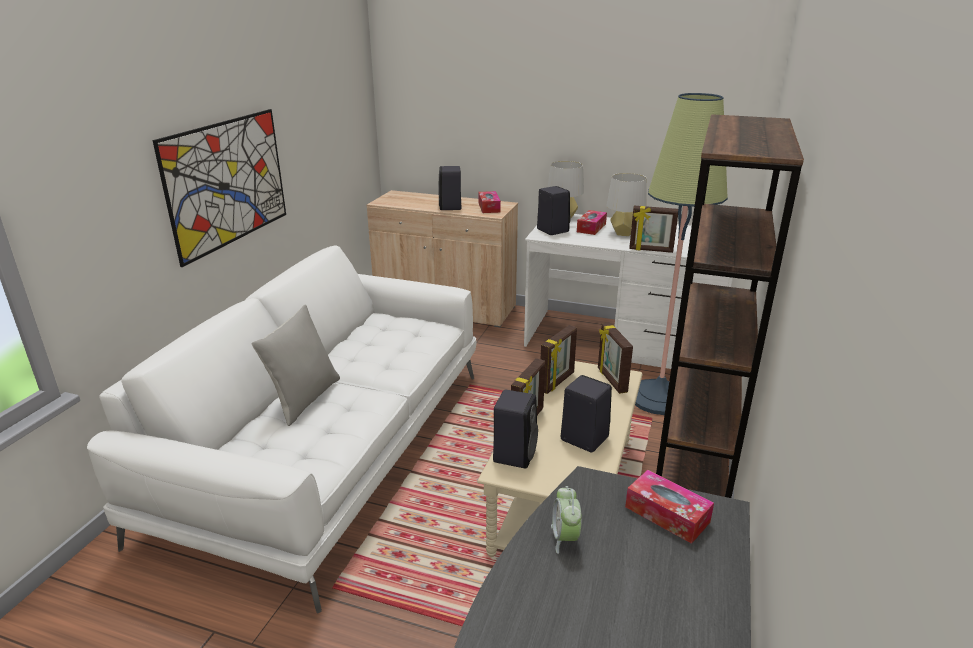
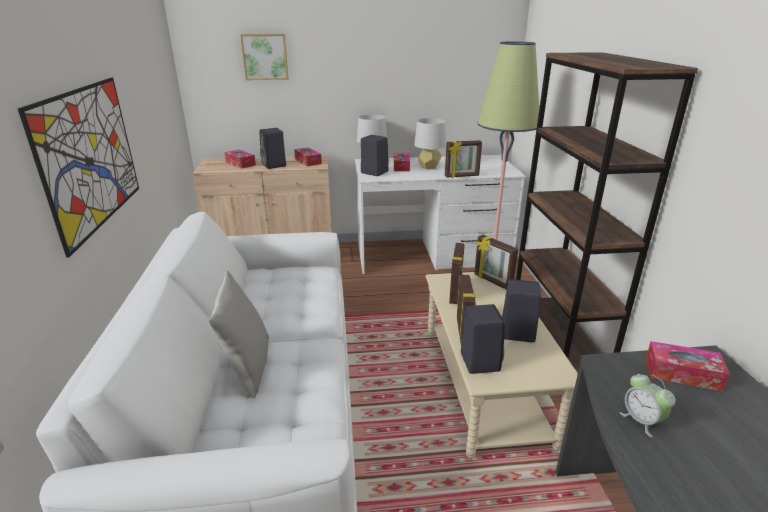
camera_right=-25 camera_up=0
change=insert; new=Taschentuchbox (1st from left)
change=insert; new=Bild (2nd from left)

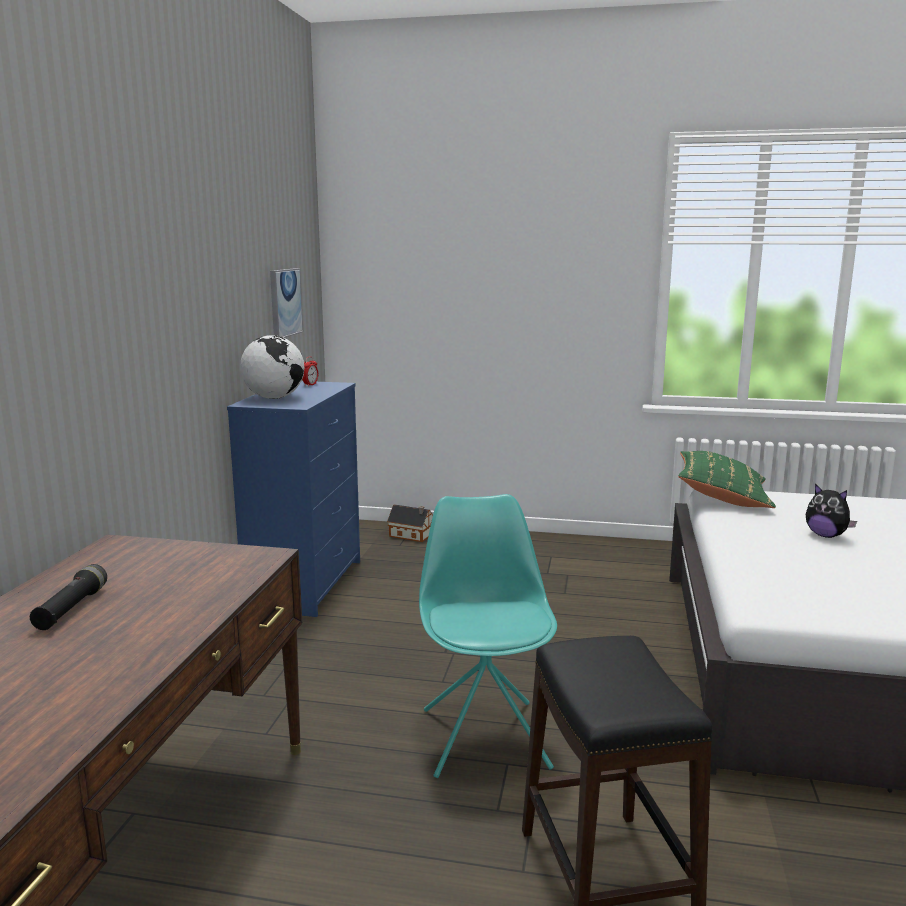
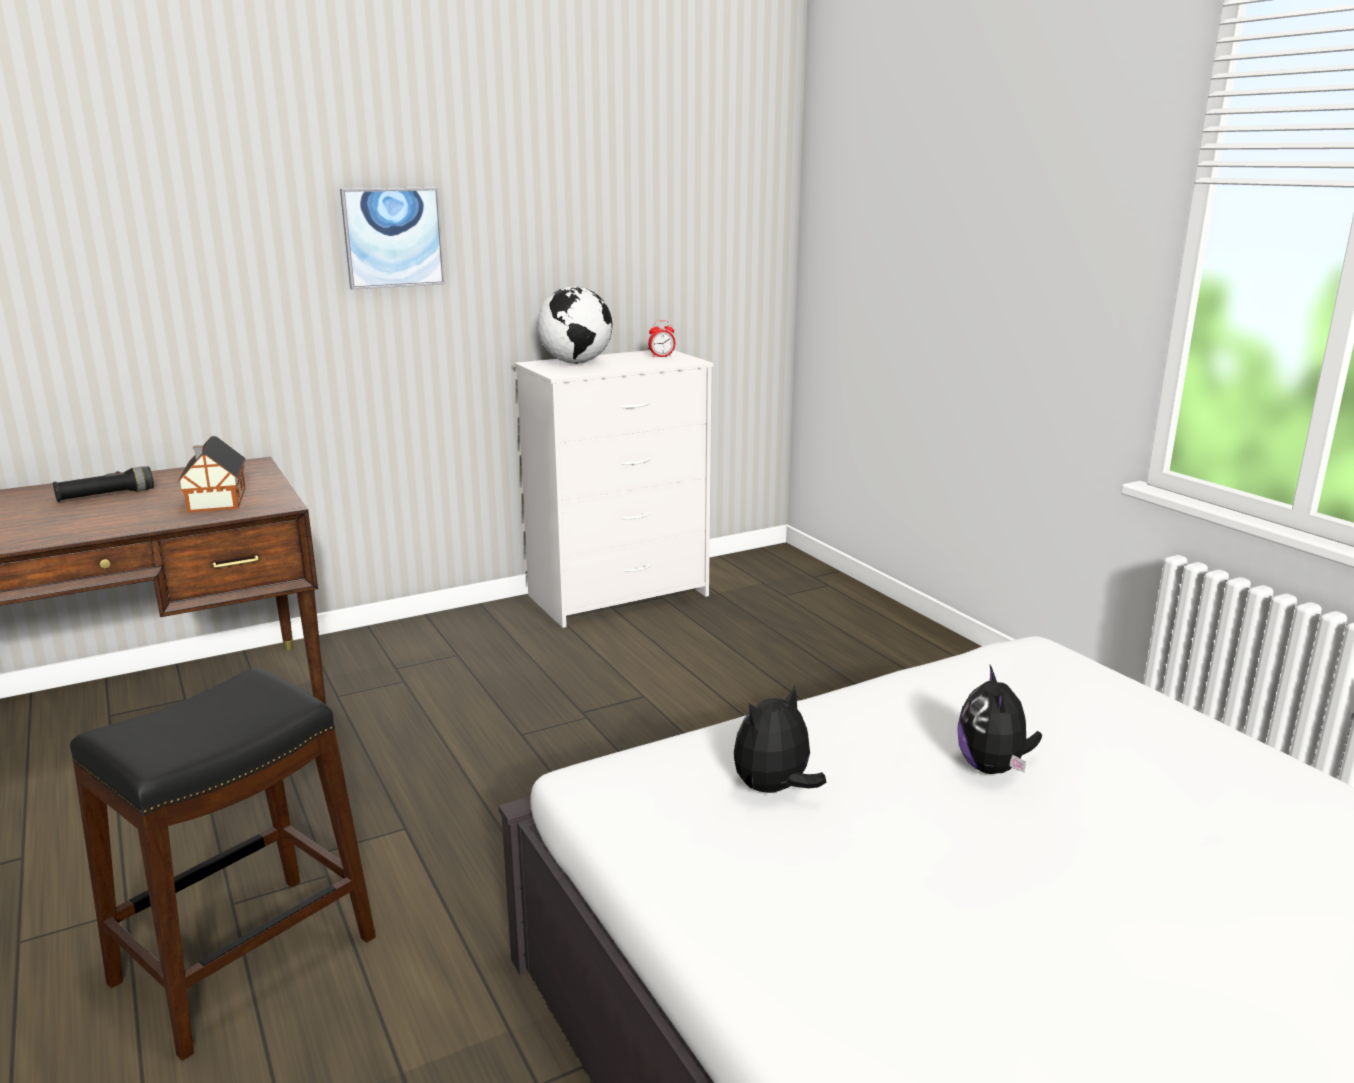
camera_right=50 camera_up=5
change=delete; old=Stuhl [türkis]
change=delete; old=Kissen [grün]
change=insert; new=Plüschtier (1st from left)
change=move; old=Bild
change=move; old=Spielzeughaus
change=recolor; old=Kommode [blau]; new=Kommode [weiß]

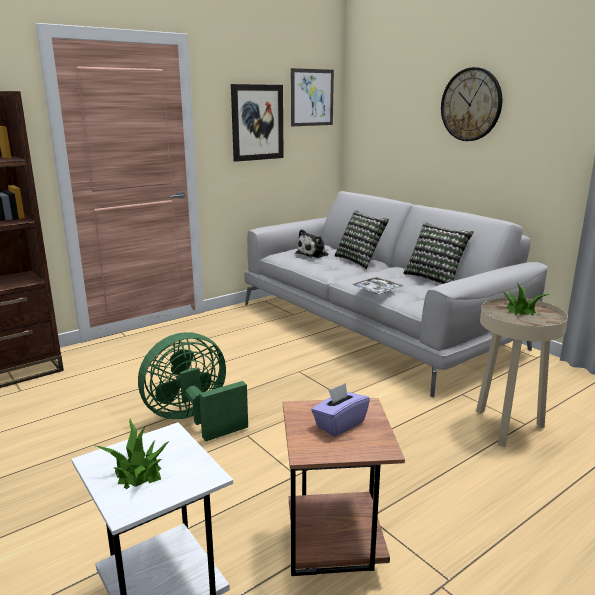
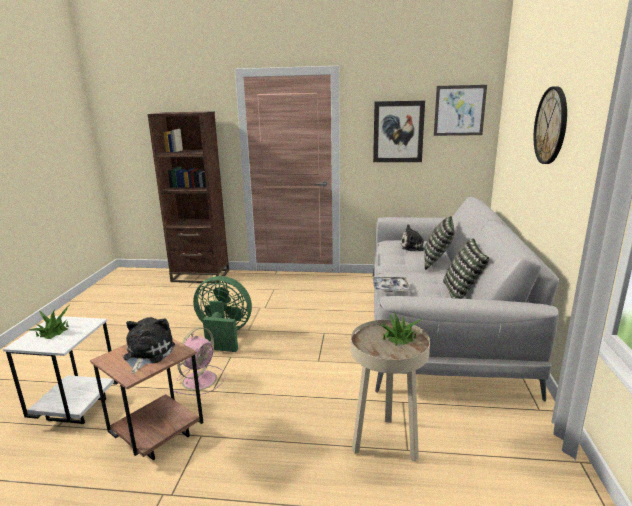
camera_right=45 camera_up=0
change=insert; new=Ventilator [rosa]
change=replace; old=Taschentuchbox [lila]; new=Plüschtier (1st from left)

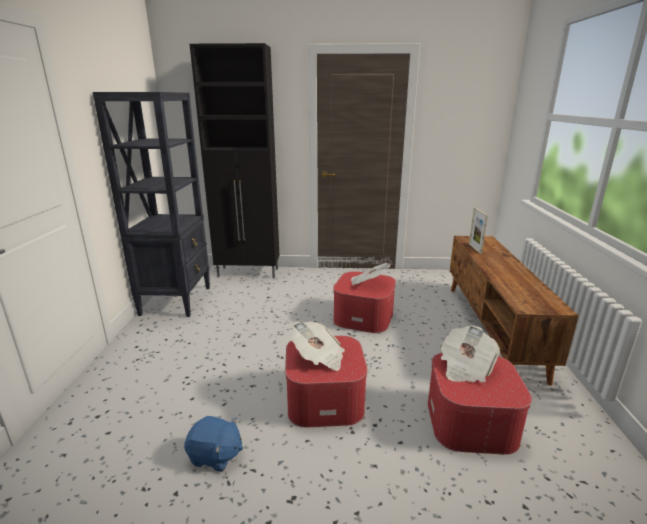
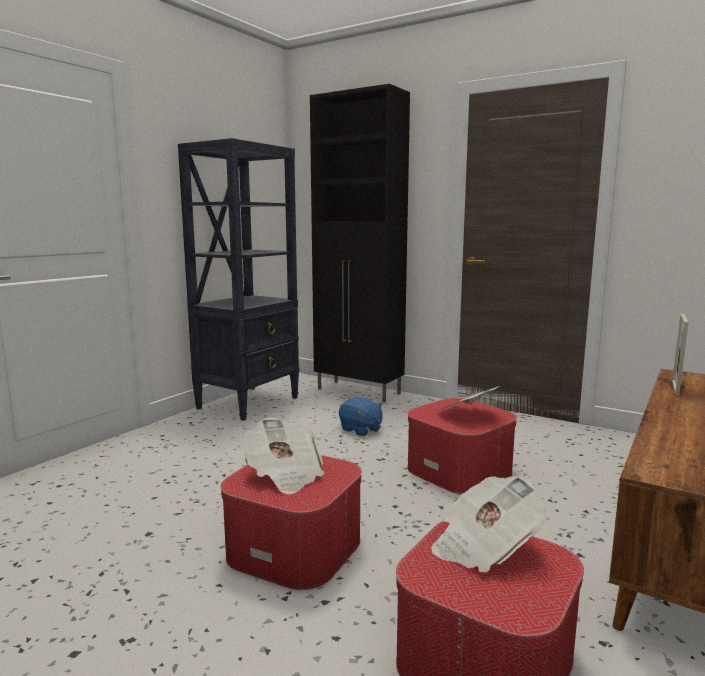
camera_right=30 camera_up=-10
change=move; old=Plüschtier [blau]

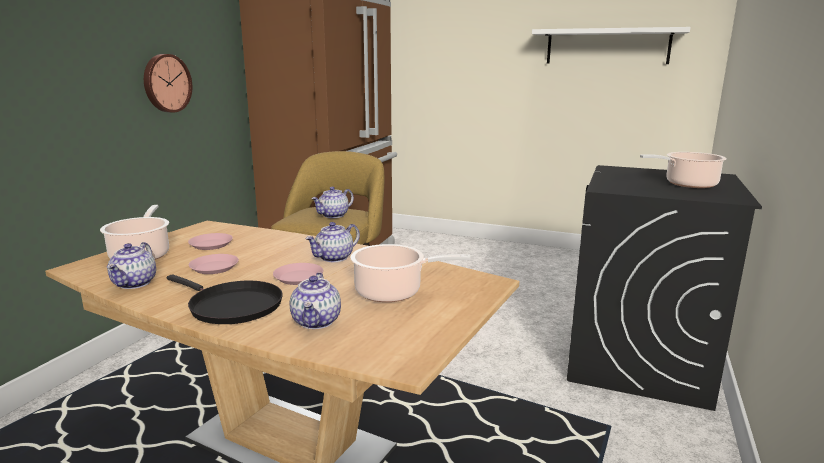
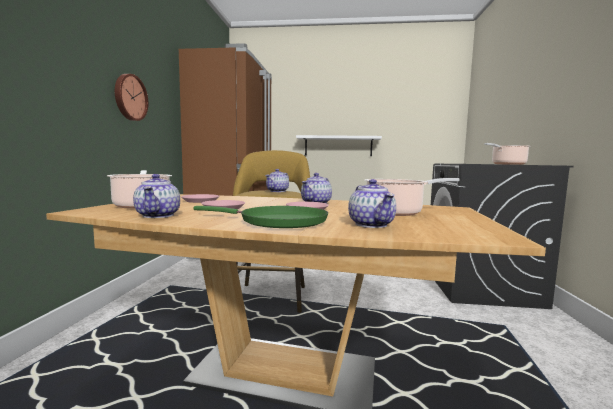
camera_right=-15 camera_up=-10
change=move; old=Wandregal [weiß]
change=recolor; old=Pfanne [schwarz]; new=Pfanne [grün]

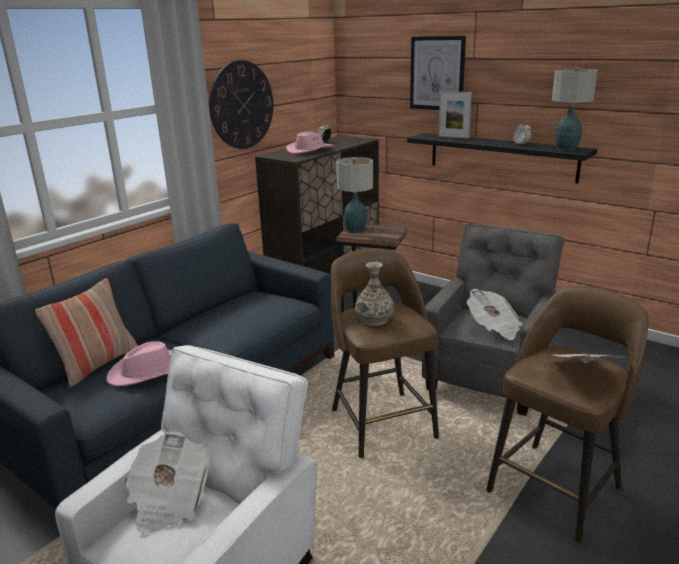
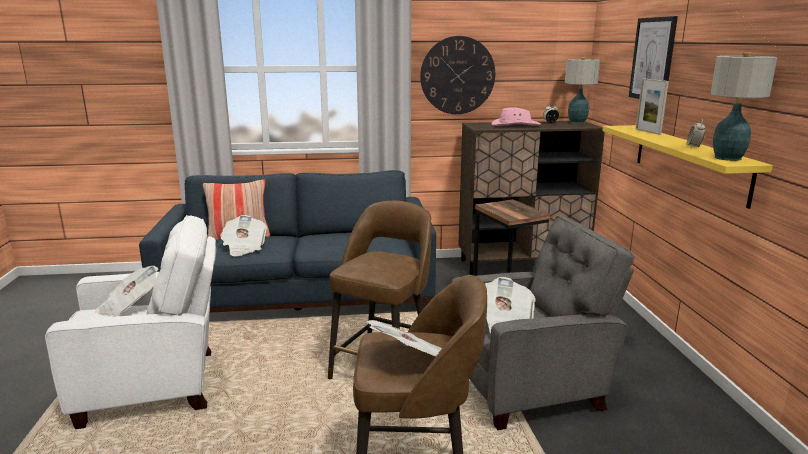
camera_right=45 camera_up=-5
change=delete; old=Vase
change=move; old=Tischlampe (1st from left)
change=replace; old=Hut [rosa] (1st from left); new=Zeitung (2nd from left)
change=recolor; old=Wandregal [schwarz]; new=Wandregal [gelb]

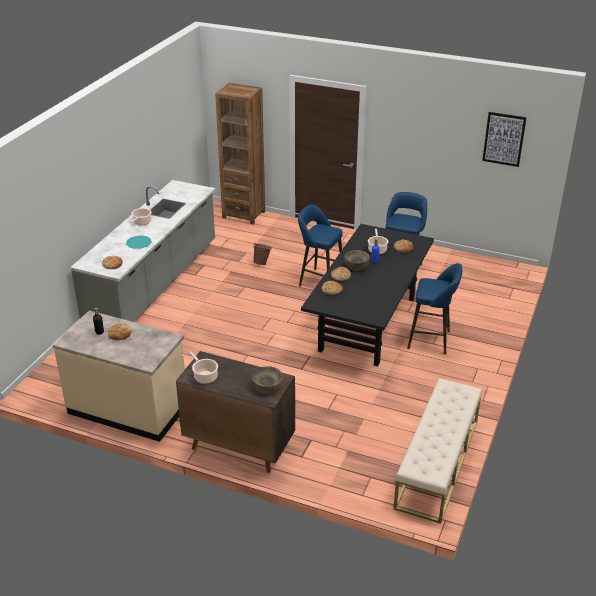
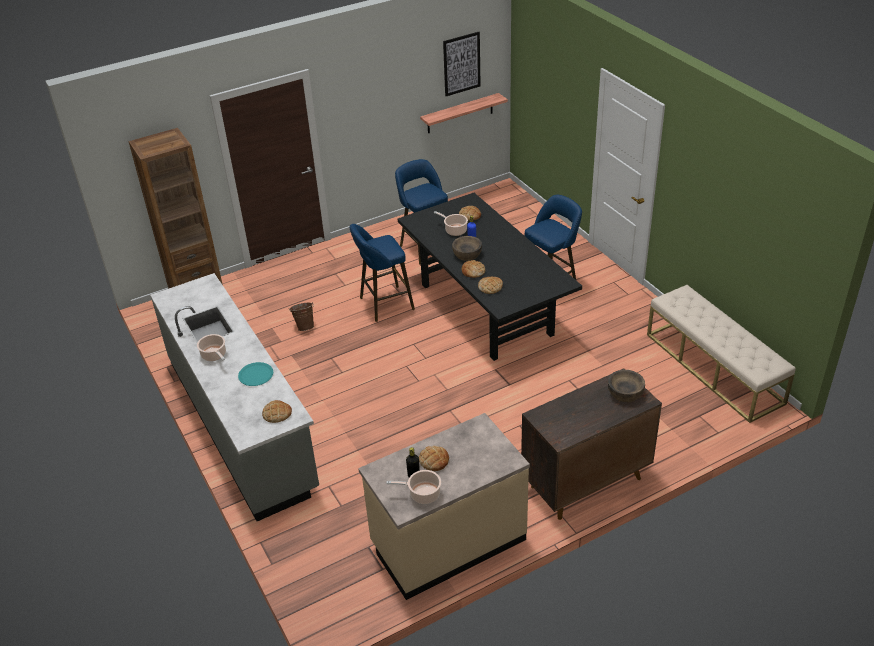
camera_right=-50 camera_up=5
change=insert; new=Wandregal
change=move; old=Kochtopf (2nd from left)

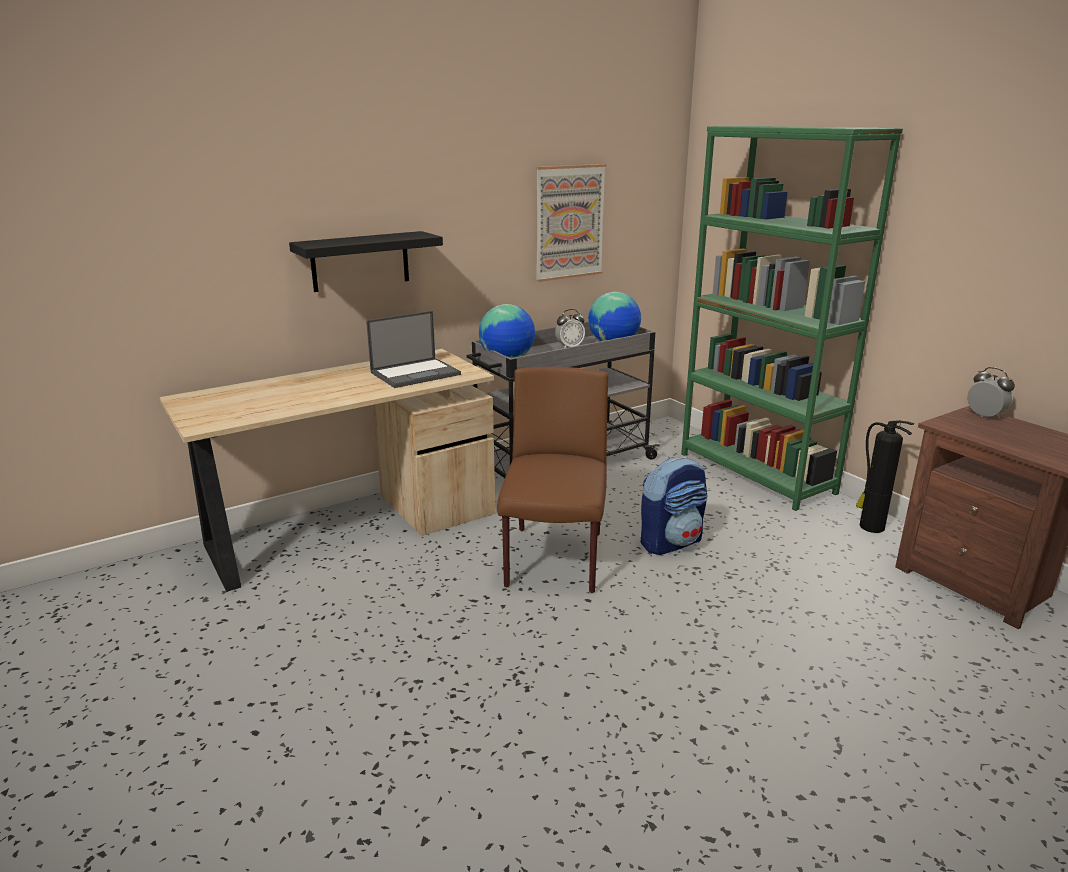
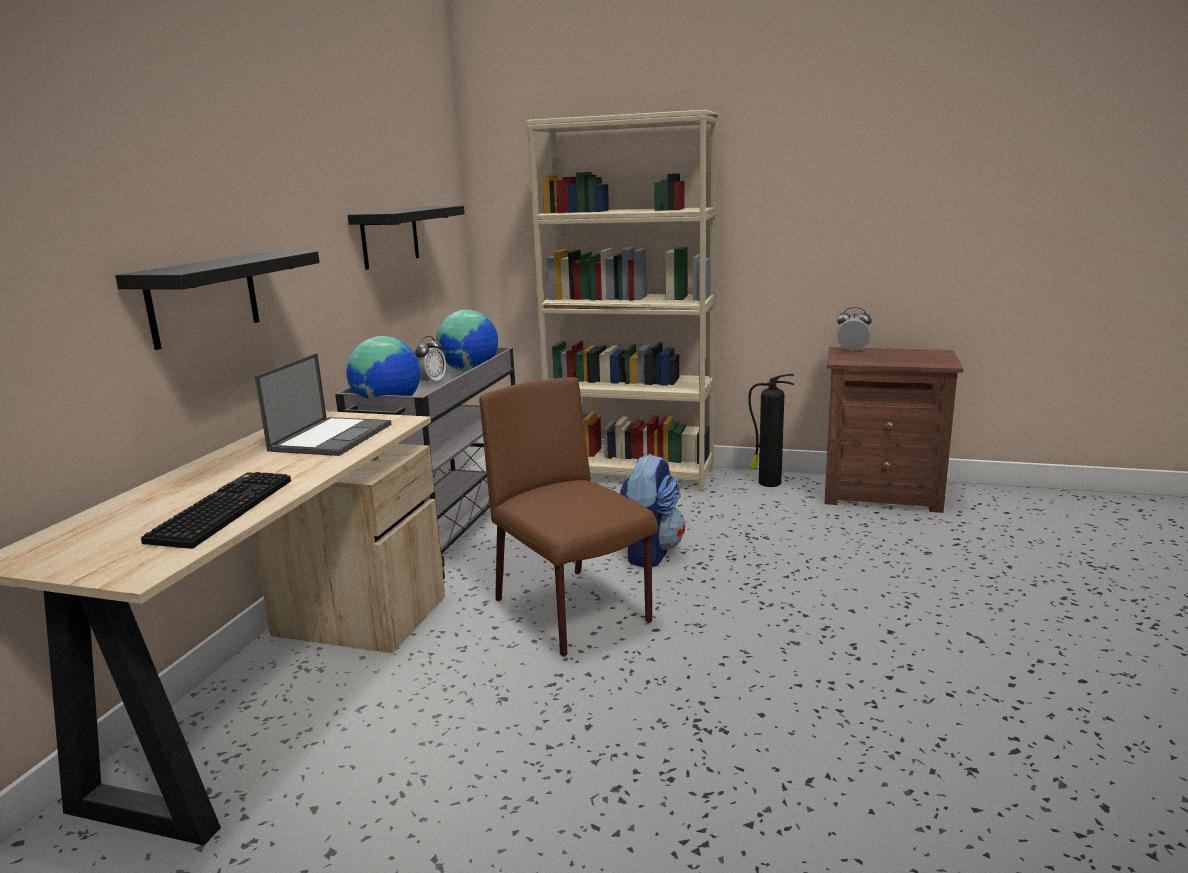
camera_right=-40 camera_up=-5
change=insert; new=Tastatur
change=replace; old=Bild; new=Wandregal [schwarz] (2nd from left)
change=recolor; old=Bücherregal [grün]; new=Bücherregal [beige]

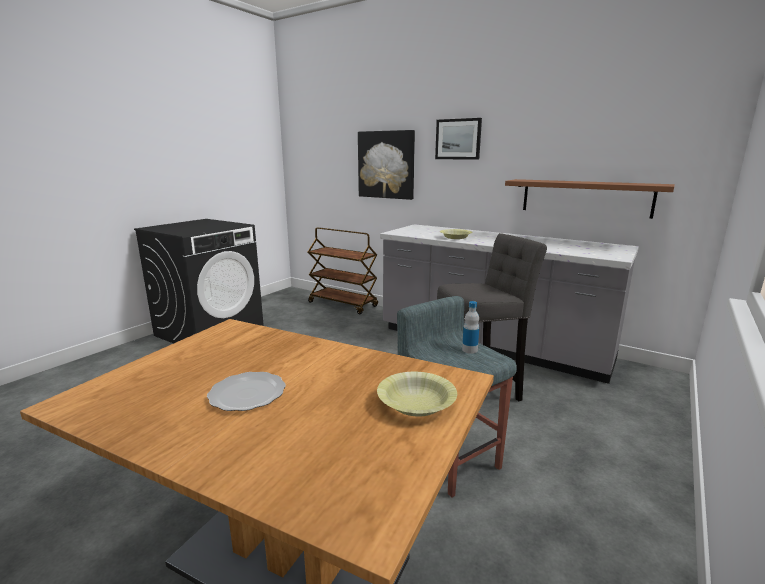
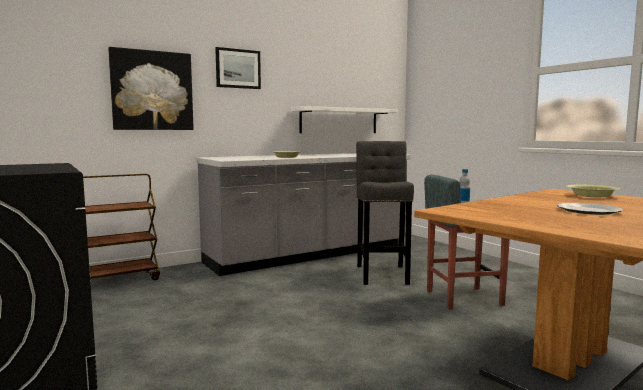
camera_right=-65 camera_up=-10
change=recolor; old=Wandregal [braun]; new=Wandregal [weiß]

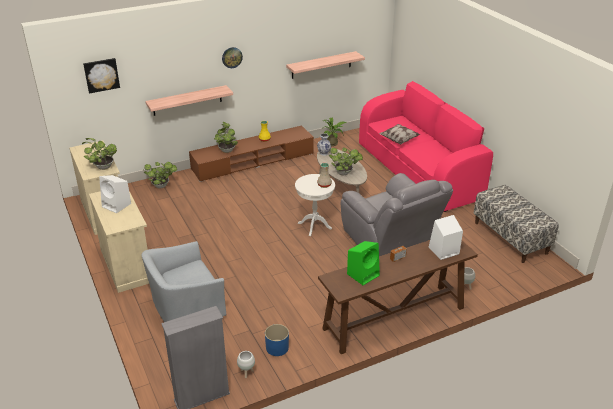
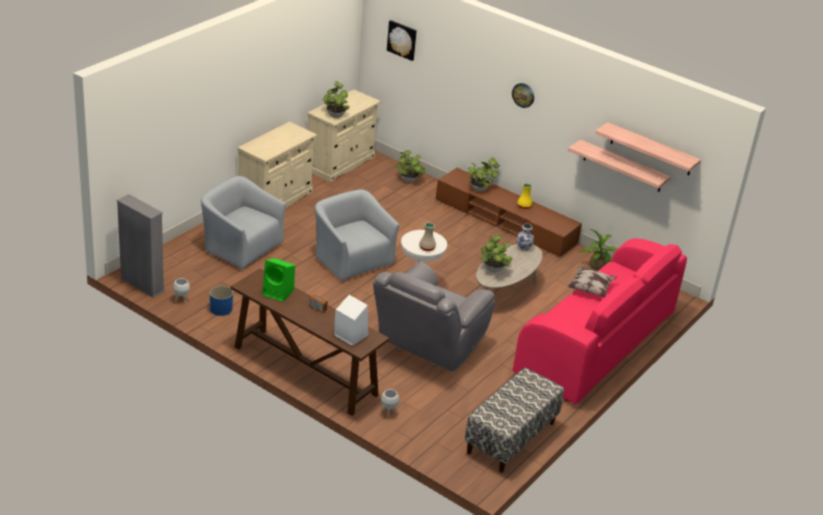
camera_right=60 camera_up=0
change=delete; old=Lautsprecher [weiß] (1st from left)
change=insert; new=Sessel [grau] (2nd from left)
change=move; old=Wandregal (1st from left in the first image); new=Wandregal (2nd from left)

